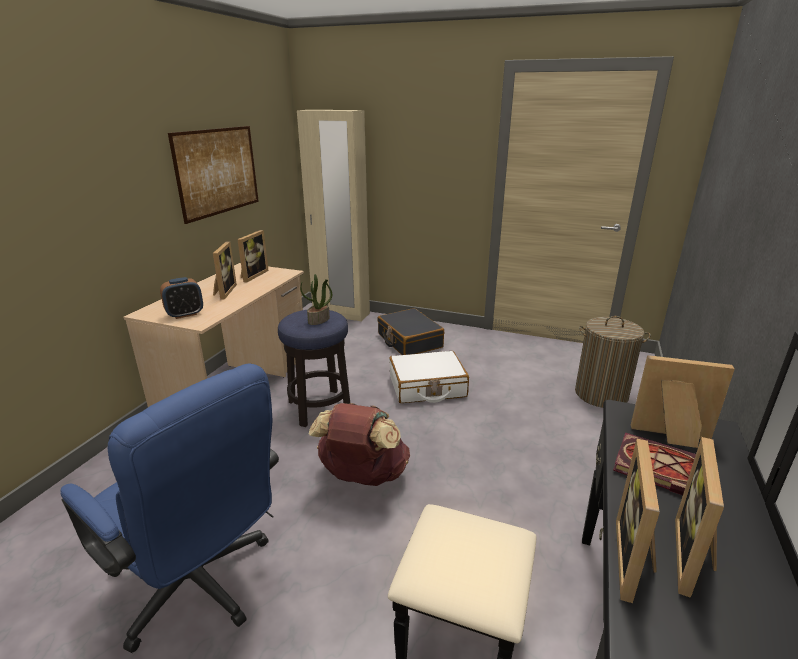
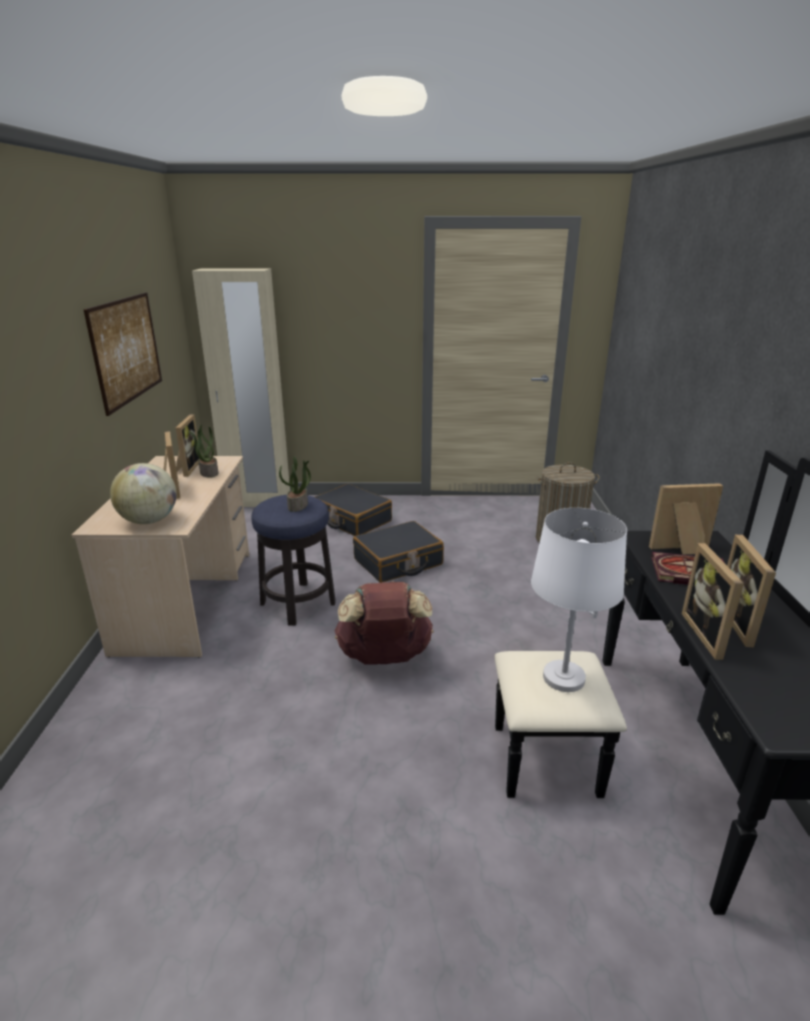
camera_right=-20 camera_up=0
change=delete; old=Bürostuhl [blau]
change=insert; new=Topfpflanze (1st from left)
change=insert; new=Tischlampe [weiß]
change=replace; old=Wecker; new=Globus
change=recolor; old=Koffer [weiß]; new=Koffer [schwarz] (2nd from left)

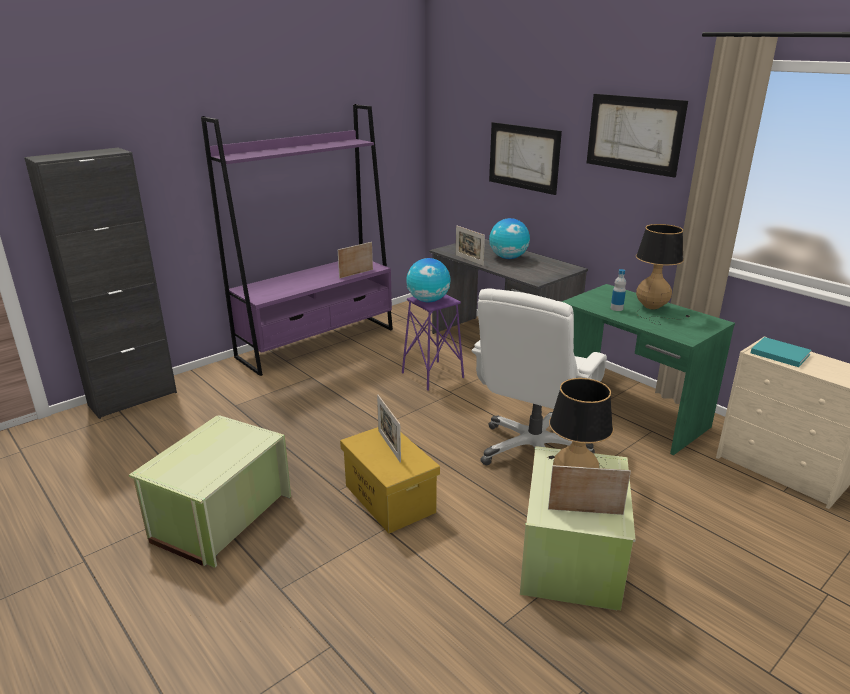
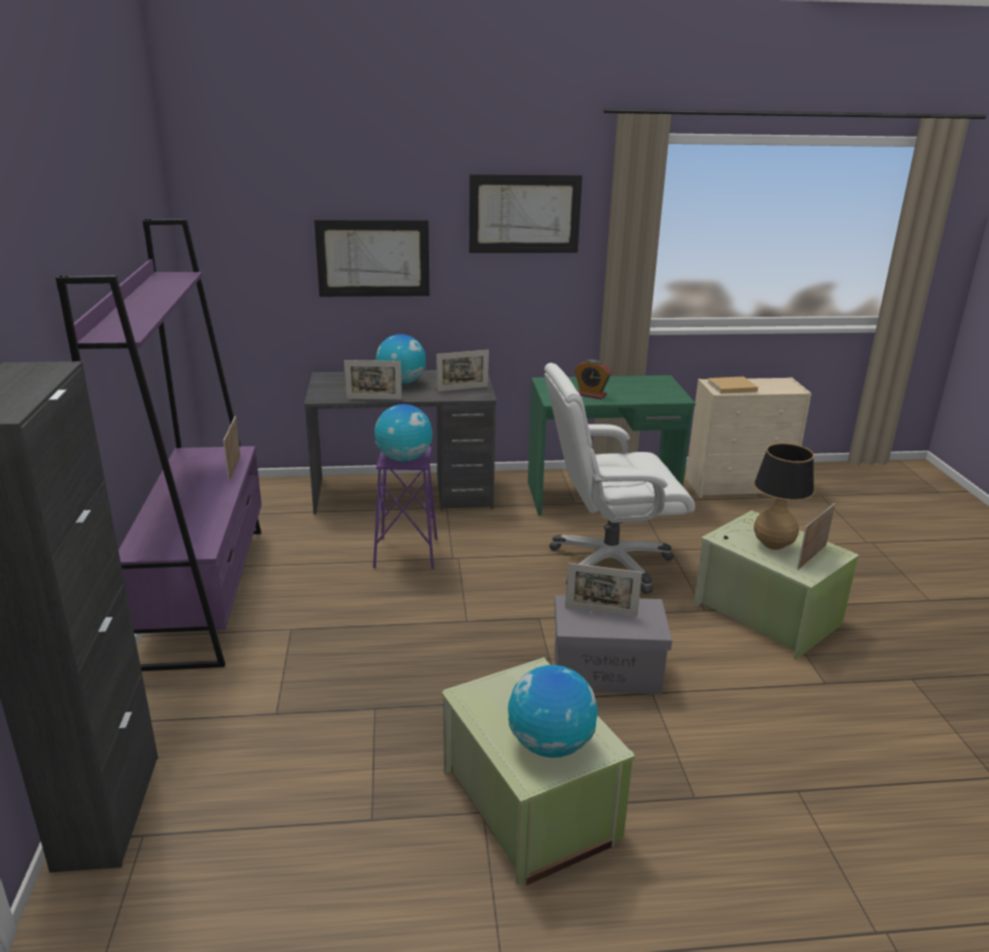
camera_right=-55 camera_up=0
change=delete; old=Tischlampe (2nd from left)
change=insert; new=Bilderrahmen (3rd from left)
change=insert; new=Globus (3rd from left)
change=replace; old=Flasche; new=Wecker
change=recolor; old=Aufbewahrungsbox [gelb]; new=Aufbewahrungsbox [grau]
change=recolor; old=Buch [türkis]; new=Buch [beige]
change=rotate; old=Bürostuhl [weiß]; degrees=105

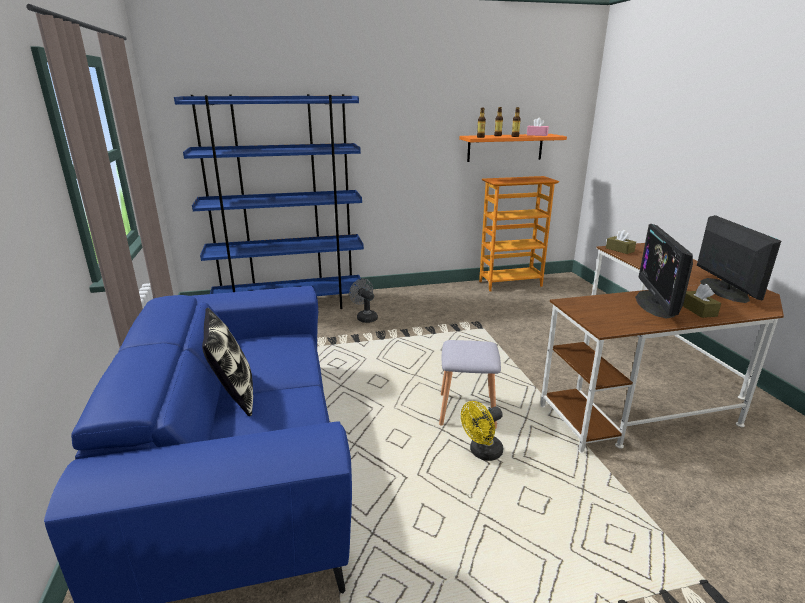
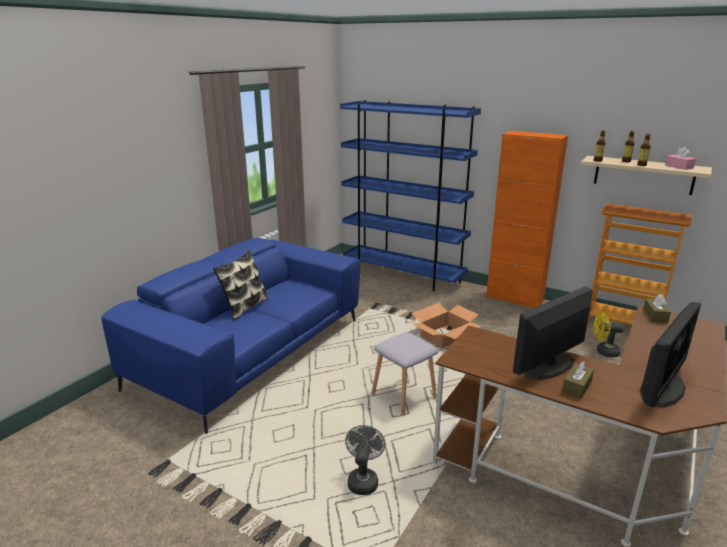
camera_right=45 camera_up=0
change=insert; new=Karton
change=insert; new=Schrank [orange]
change=move; old=Ventilator [grau]
change=move; old=Ventilator [gelb]
change=recolor; old=Wandregal [orange]; new=Wandregal [beige]

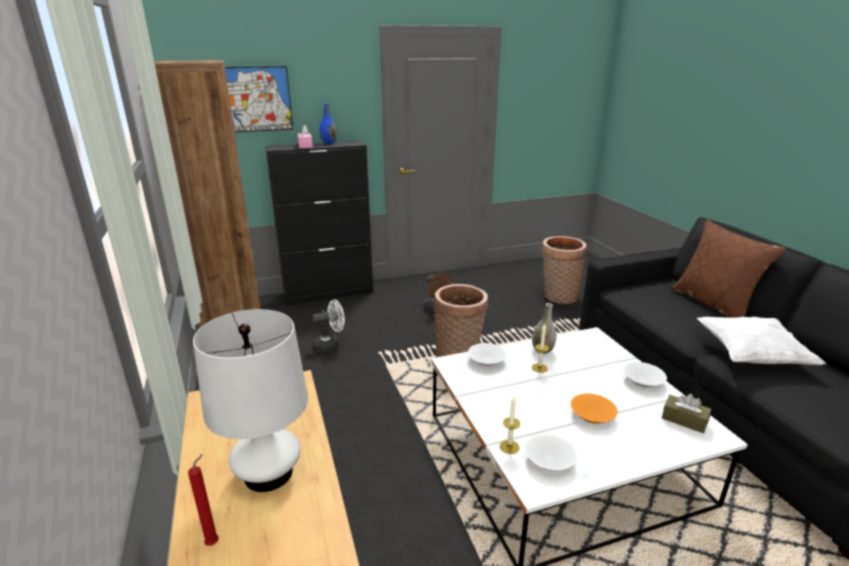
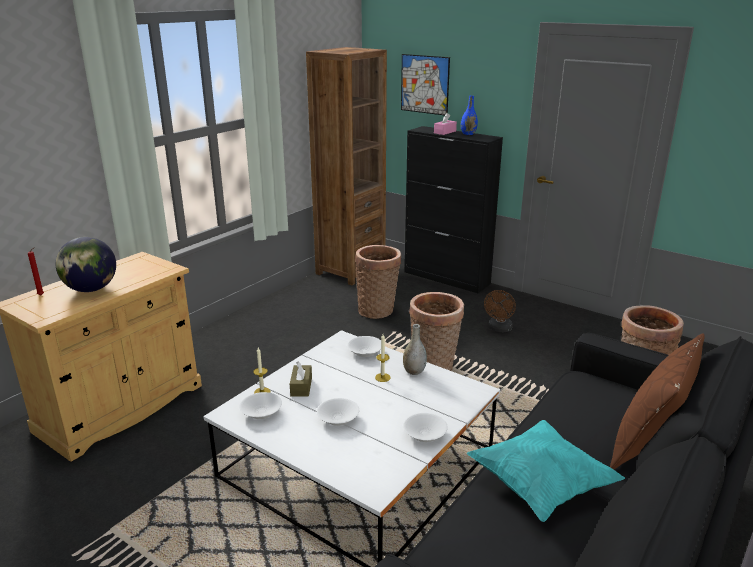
camera_right=55 camera_up=0
change=move; old=Taschentuchbox [braun]
change=replace; old=Tischlampe [weiß]; new=Globus
change=replace; old=Ventilator [weiß]; new=Korb (1st from left)
change=recolor; old=Schüssel [orange]; new=Schüssel [weiß] (2nd from left)
change=recolor; old=Kissen [weiß]; new=Kissen [türkis]

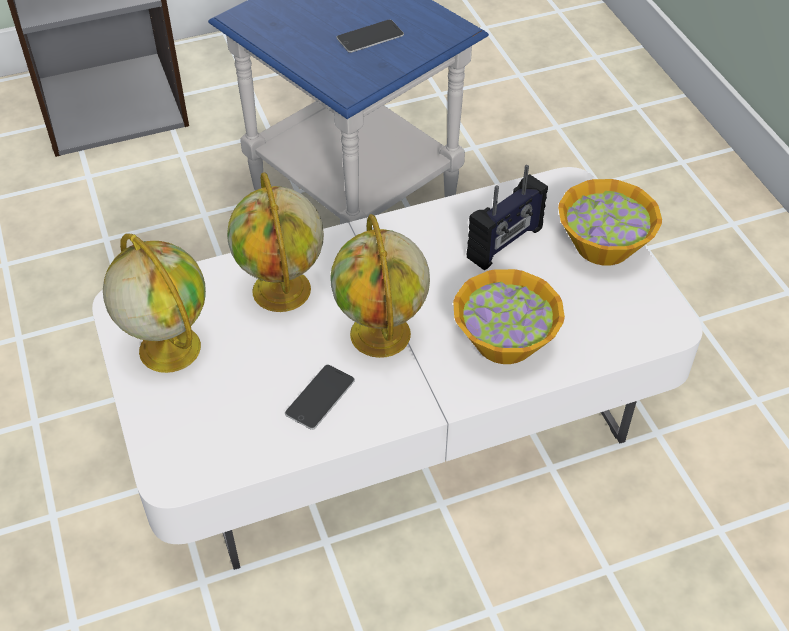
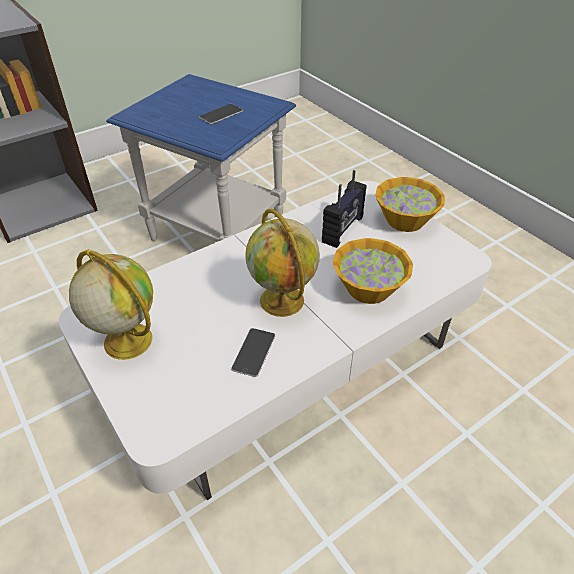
camera_right=-15 camera_up=-5
change=delete; old=Globus (2nd from left)

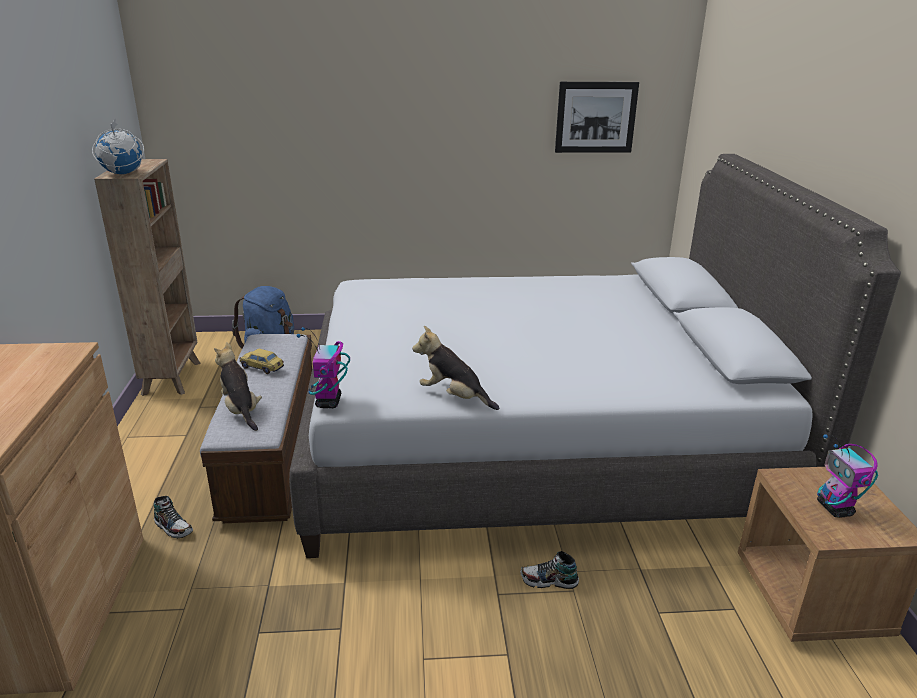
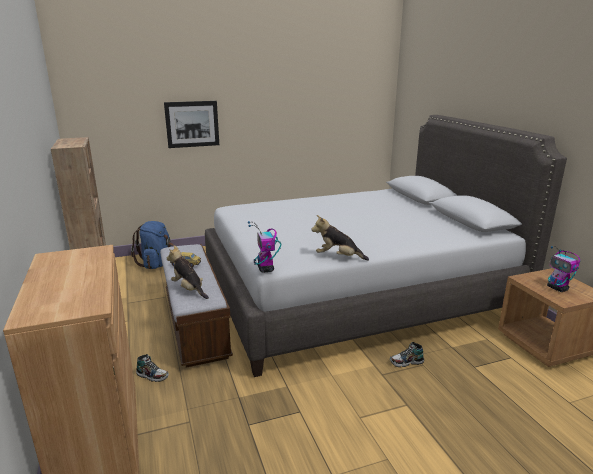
camera_right=-15 camera_up=-5
change=delete; old=Globus
change=move; old=Bild

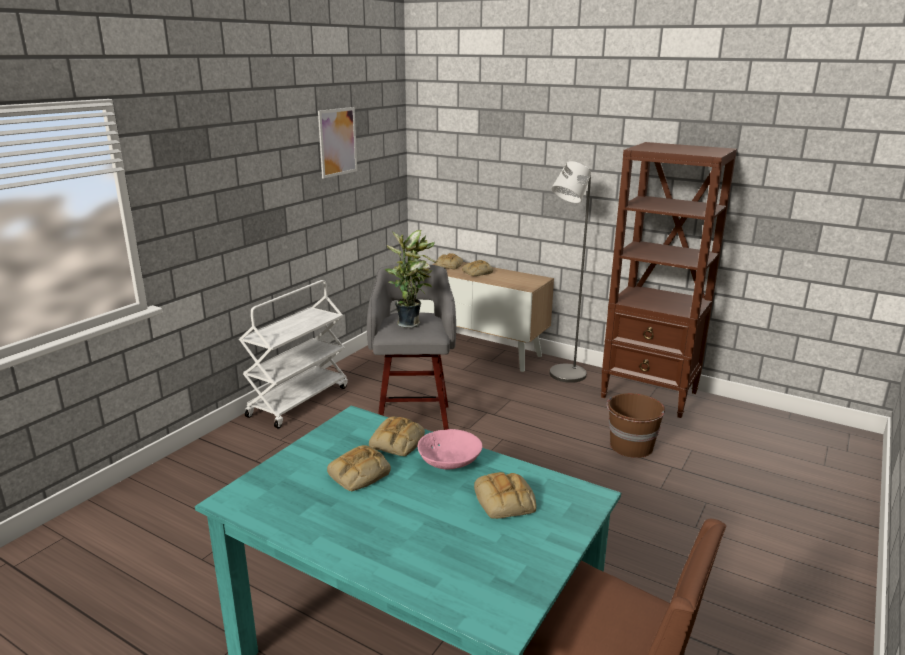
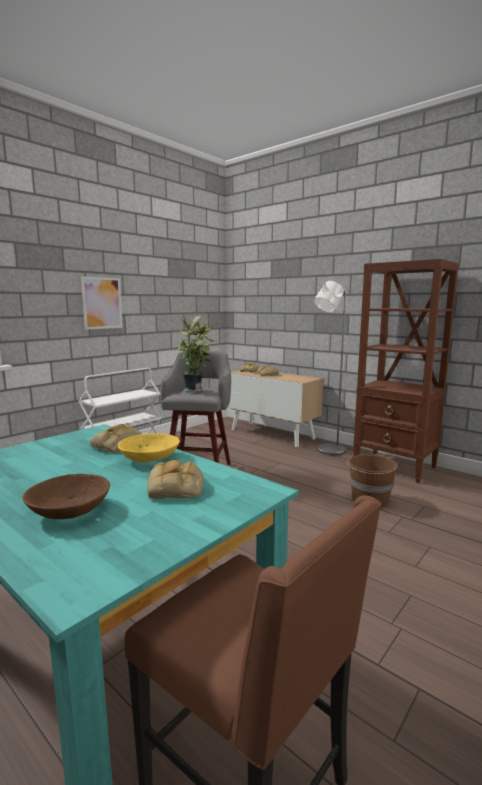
camera_right=10 camera_up=-10
change=delete; old=Brot (1st from left)
change=insert; new=Schüssel [braun]
change=move; old=Bild
change=recolor; old=Schüssel [rosa]; new=Schüssel [gelb]

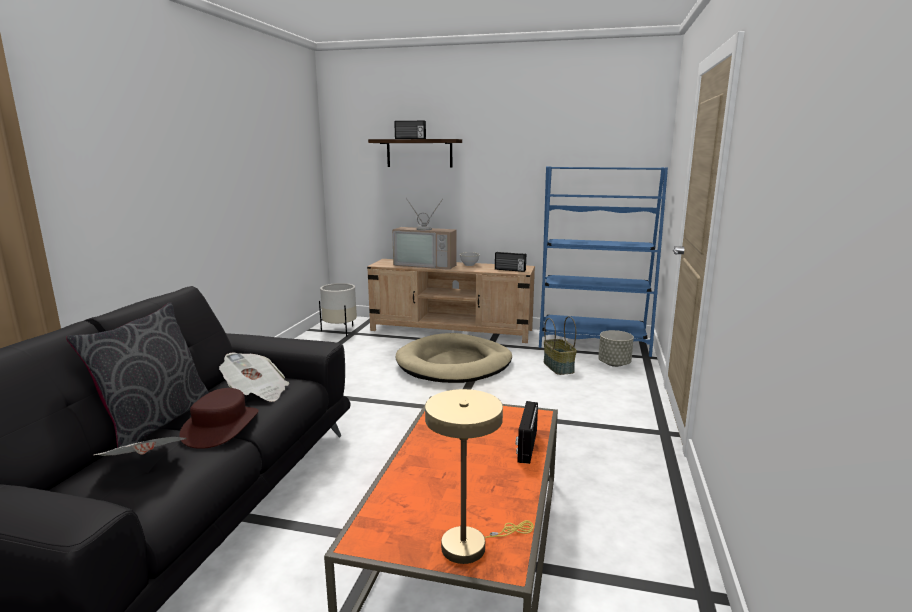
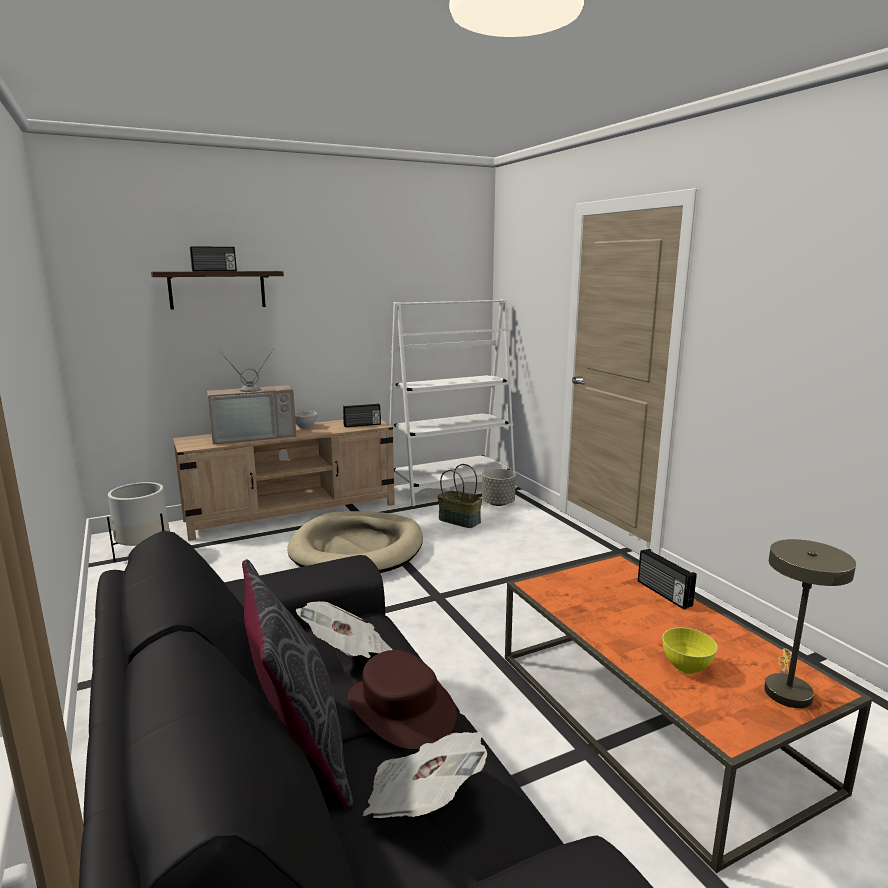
camera_right=-40 camera_up=0
change=insert; new=Schüssel [gelb]
change=recolor; old=Bücherregal [blau]; new=Bücherregal [weiß]

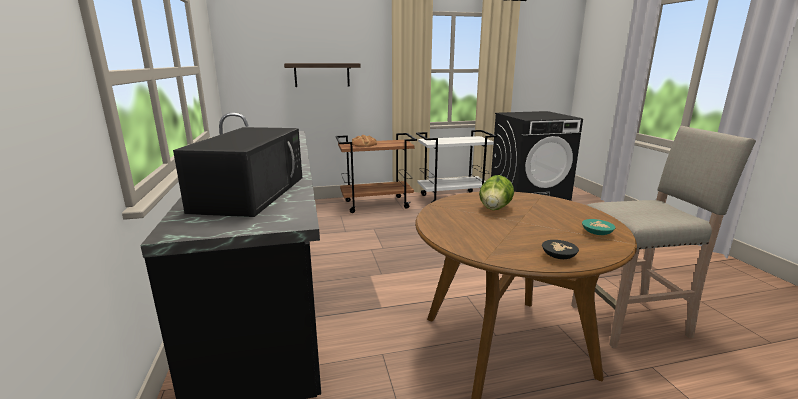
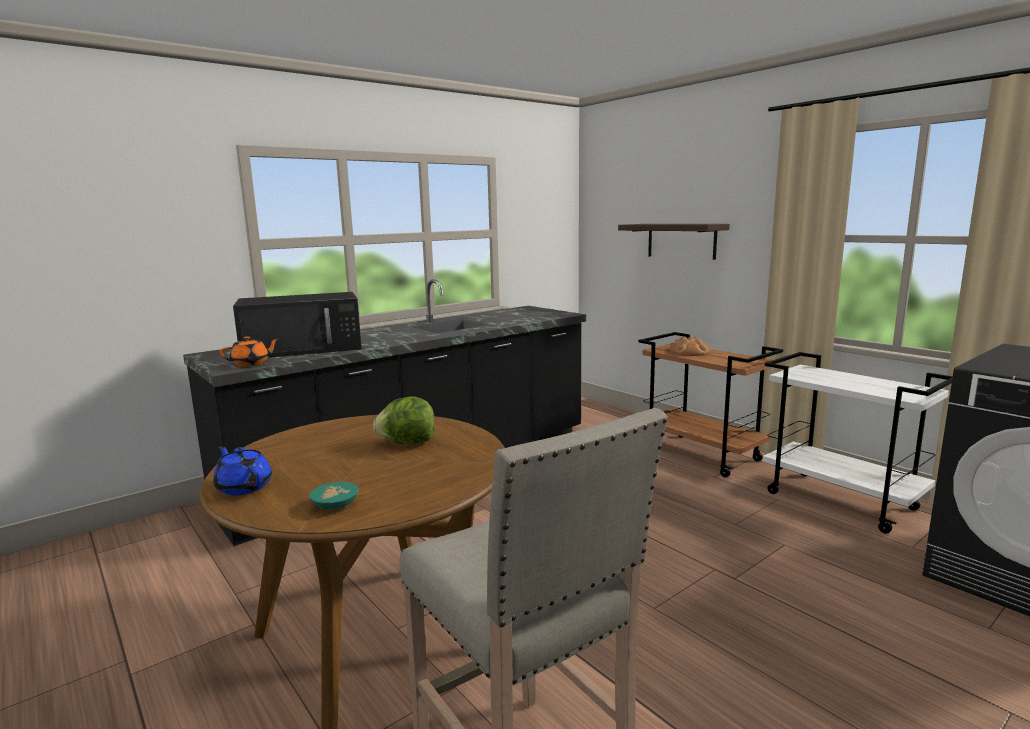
camera_right=65 camera_up=-5
change=insert; new=Teekanne [orange]
change=replace; old=Schüssel [schwarz]; new=Teekanne [blau]

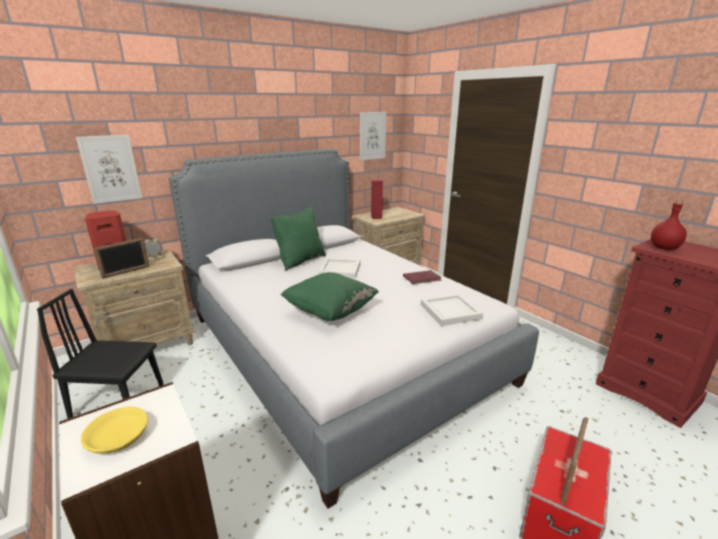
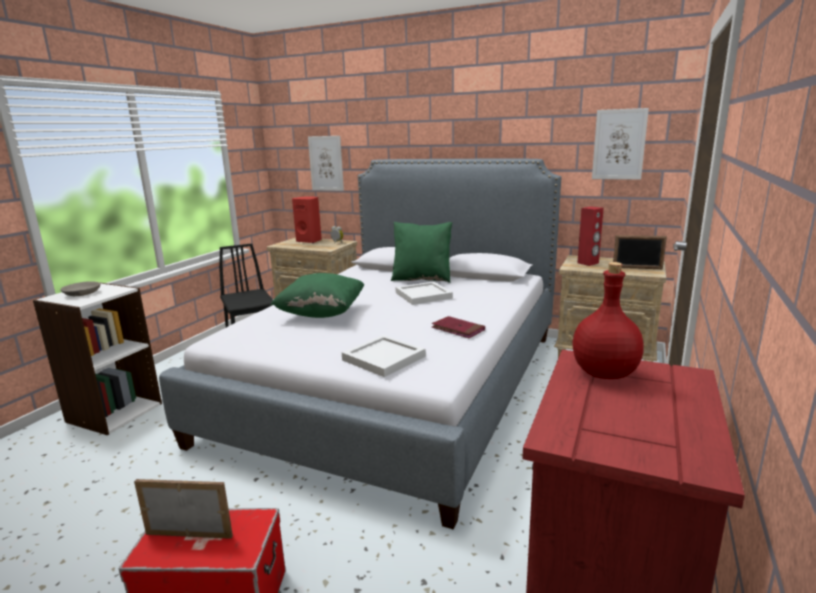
camera_right=60 camera_up=-5
change=move; old=Bilderrahmen (1st from left in the first image); new=Bilderrahmen (2nd from left)
change=recolor; old=Schüssel [gelb]; new=Schüssel [grau]

